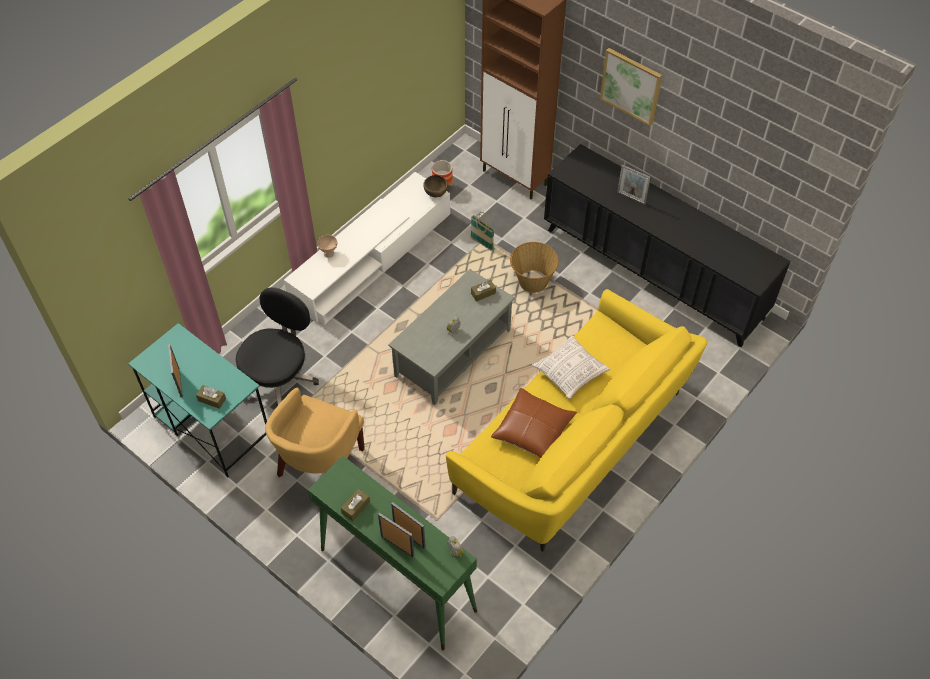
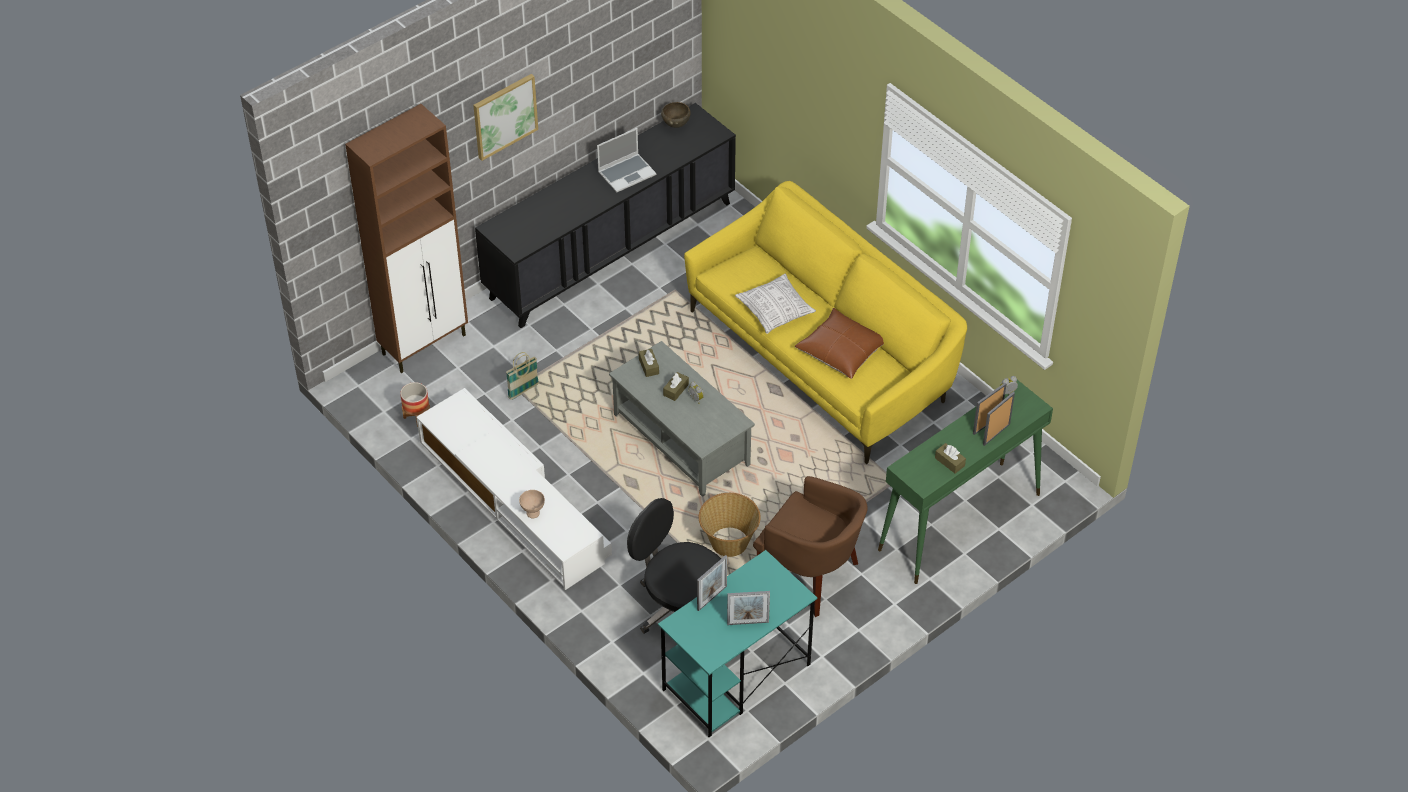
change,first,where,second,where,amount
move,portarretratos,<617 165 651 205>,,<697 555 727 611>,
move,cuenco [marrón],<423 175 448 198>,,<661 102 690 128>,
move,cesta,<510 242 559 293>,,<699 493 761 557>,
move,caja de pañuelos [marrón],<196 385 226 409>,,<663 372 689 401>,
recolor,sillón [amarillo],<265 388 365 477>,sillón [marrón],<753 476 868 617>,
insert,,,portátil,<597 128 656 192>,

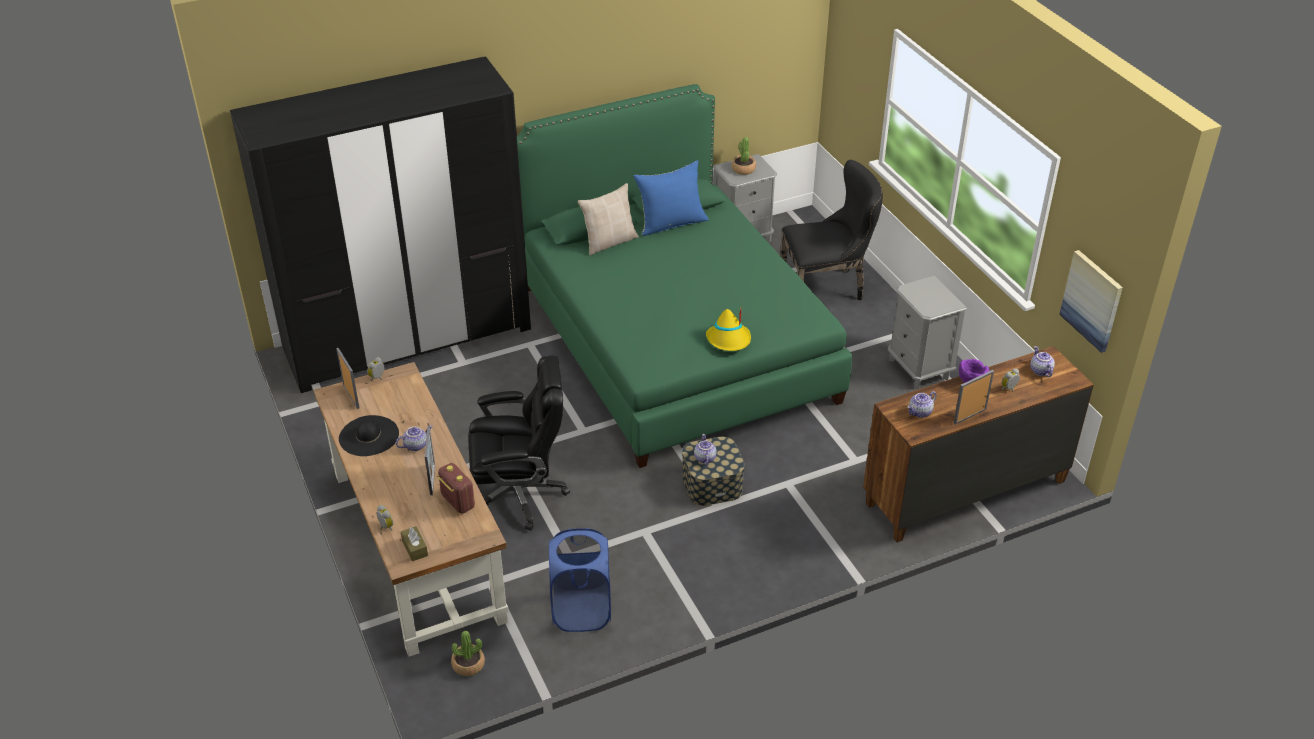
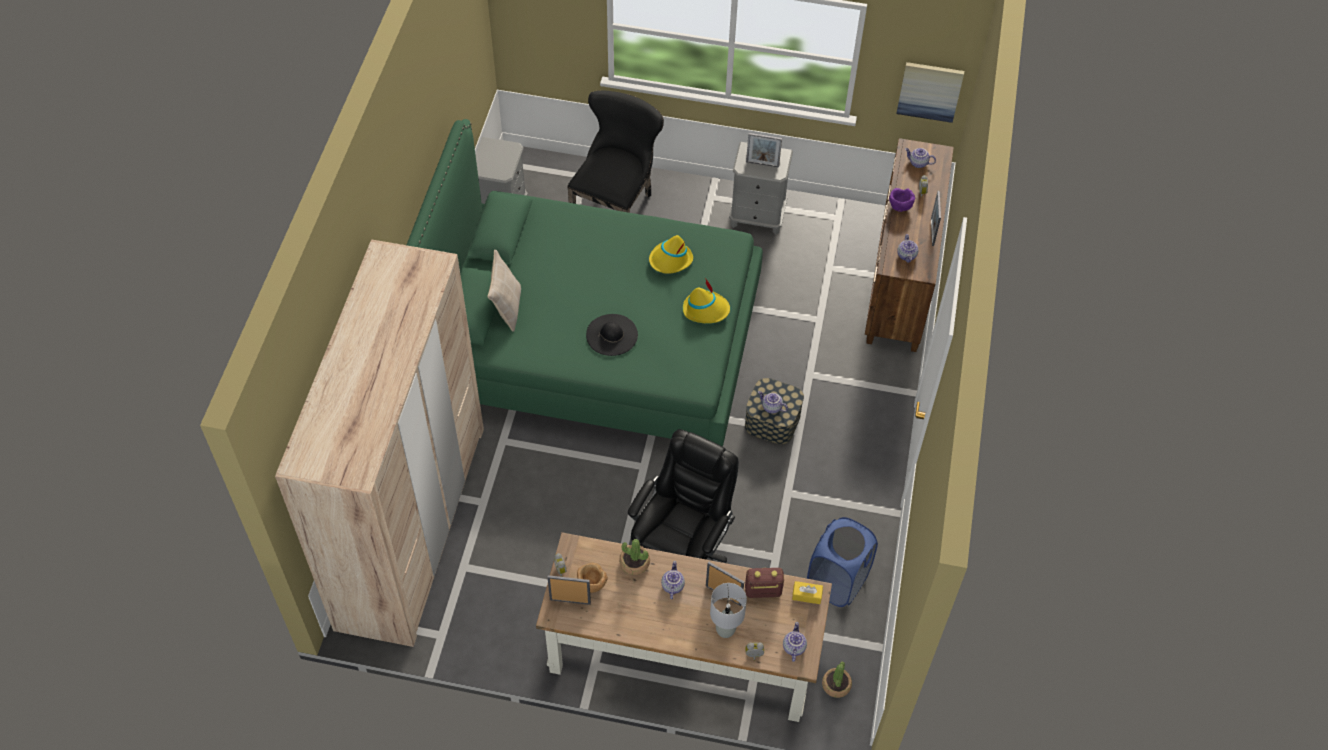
change,first,where,second,where,amount
recolor,armario ropero [negro],<230 56 531 393>,armario ropero [beis],<275 239 484 647>,
move,planta en maceta,<731 137 756 175>,,<619 539 650 575>,
delete,cojín [azul],<633 160 709 236>,,,
move,sombrero [negro],<339 415 399 456>,,<586 314 638 356>,
replace,caja de pañuelos [marrón],<401 526 428 561>,tetera,<783 622 807 662>,
insert,,,portarretratos,<746 133 782 168>,
insert,,,sombrero [amarillo],<649 235 693 274>,
insert,,,cuenco [marrón],<577 563 608 593>,
insert,,,caja de pañuelos [amarillo],<792 581 823 604>,
insert,,,lámpara de mesa [gris],<710 583 747 638>,

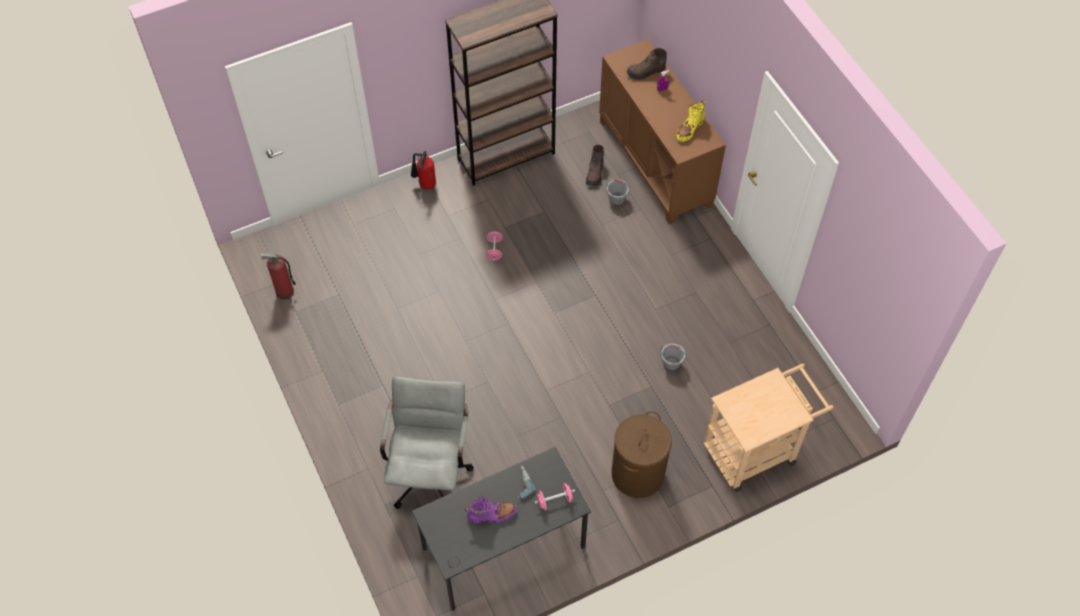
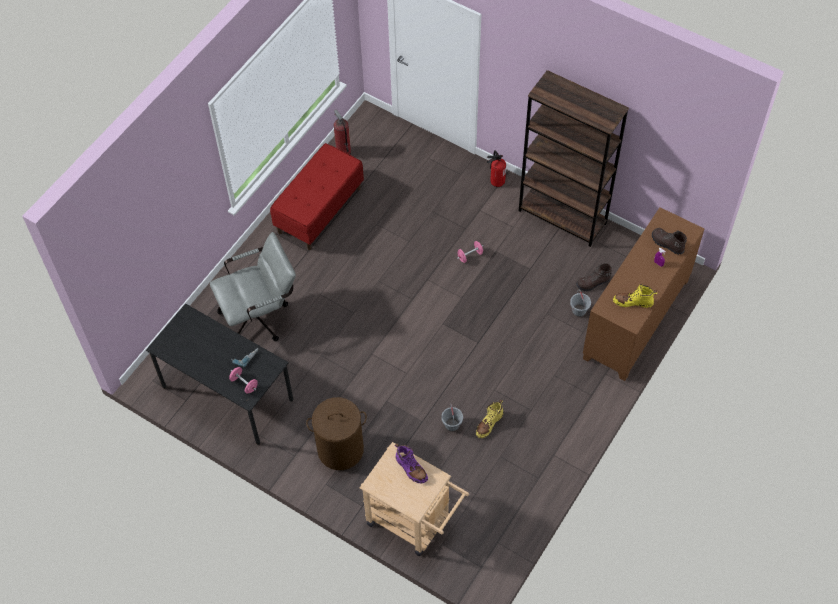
change,first,where,second,where,amount
move,bota [morado],<464 496 517 524>,,<395 443 428 483>,
insert,,,banco [rojo],<270 143 364 250>,
insert,,,bota [amarillo],<476 400 503 438>,

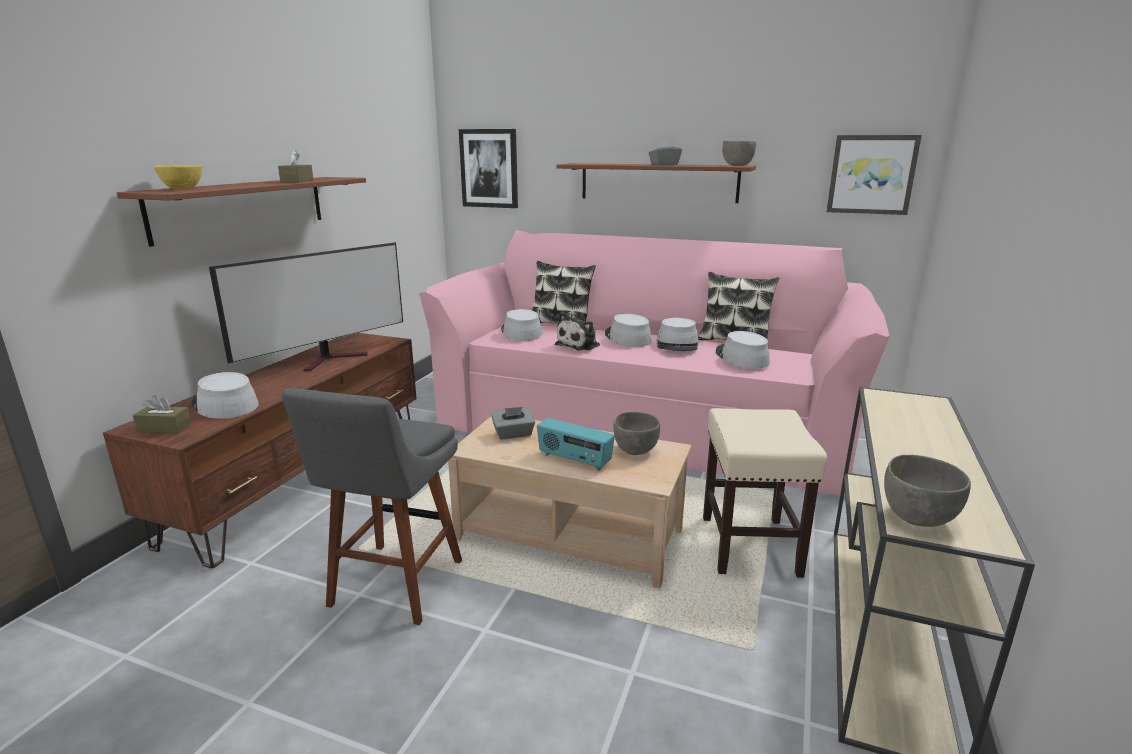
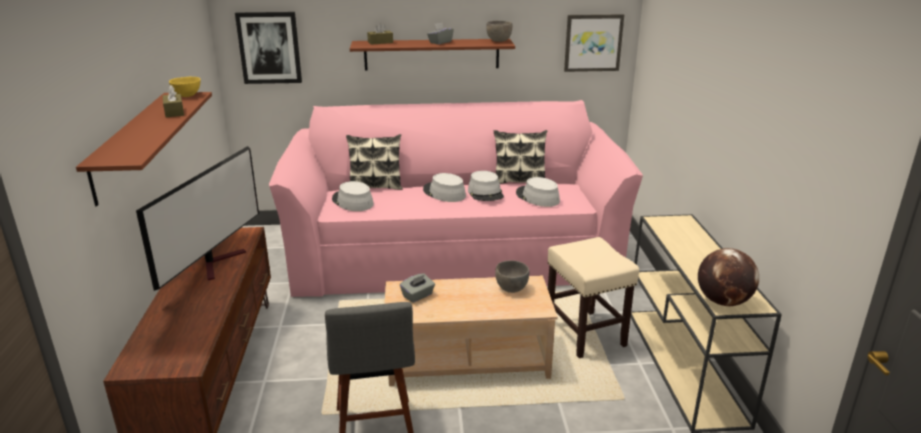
change,first,where,second,where,amount
move,cuenco [amarillo],<154 165 202 190>,,<169 77 201 97>,
delete,peluche,<555 312 600 351>,,,
delete,sombrero [gris],<192 372 259 419>,,,
move,caja de pañuelos [marrón],<133 395 192 433>,,<367 23 393 45>,
delete,radio,<537 418 615 471>,,,
replace,cuenco [gris],<884 455 971 527>,globo terráqueo,<698 248 759 306>,

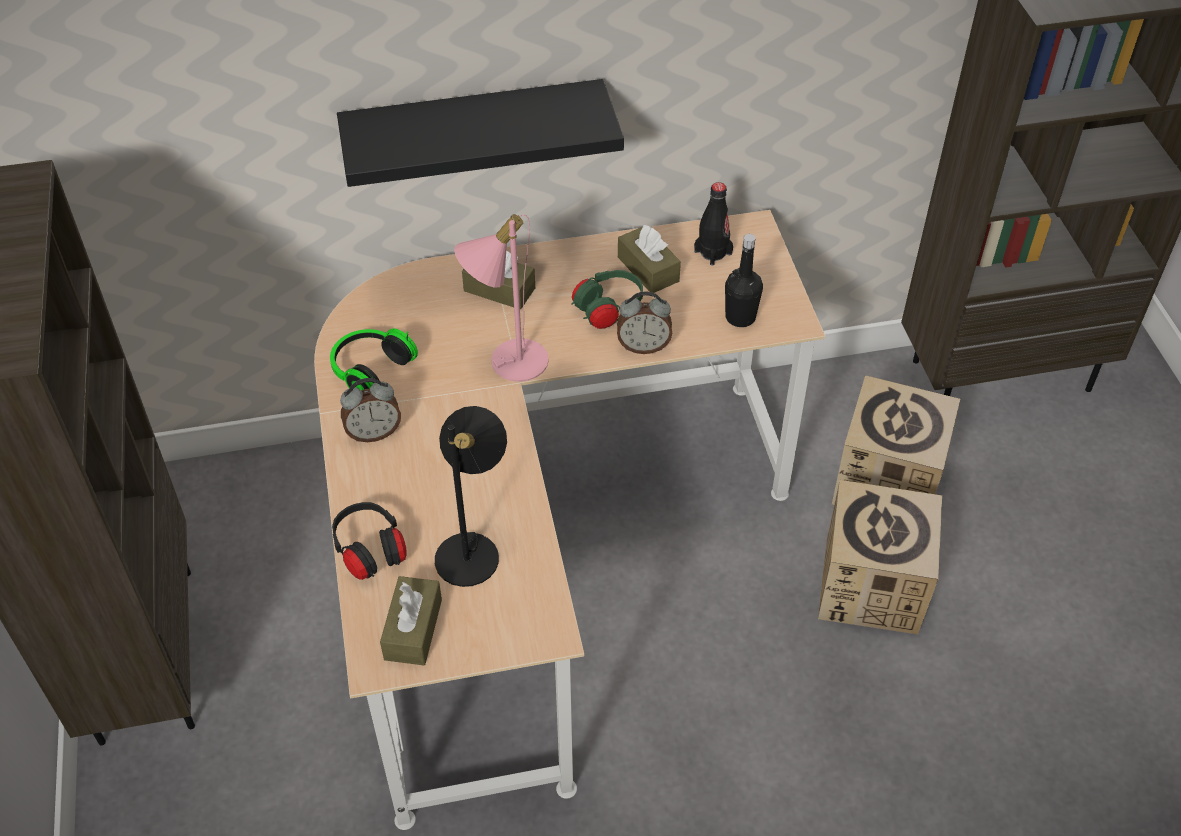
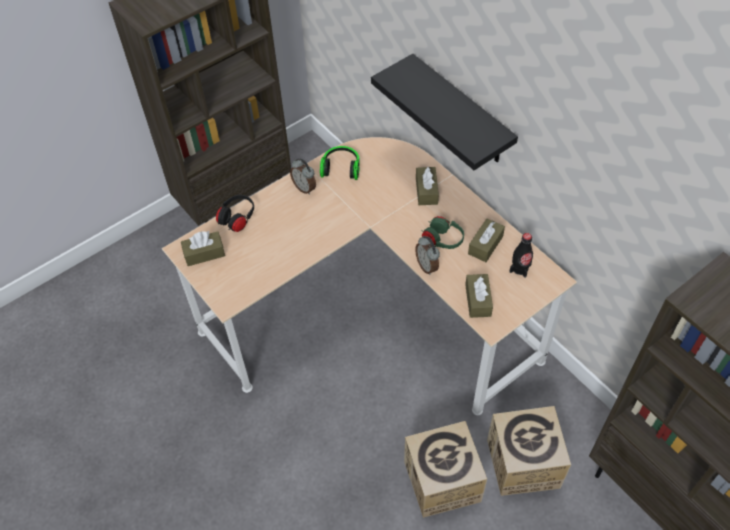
change,first,where,second,where,amount
delete,lámpara de mesa [rosa],<454 214 549 382>,,,
replace,botella [negro],<725 234 763 327>,caja de pañuelos [marrón],<465 274 493 318>,
delete,lámpara de mesa [negro],<435 406 507 587>,,,

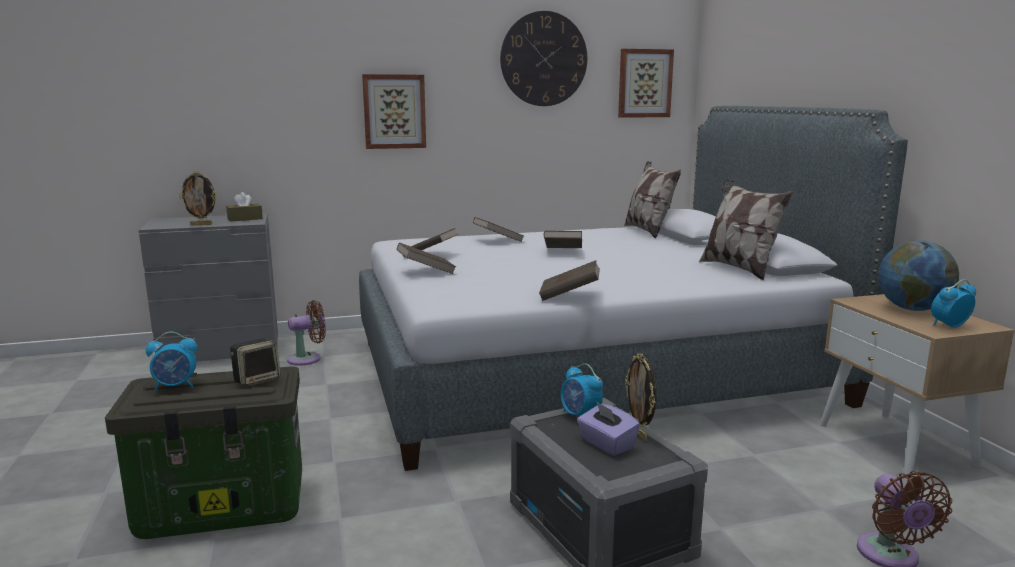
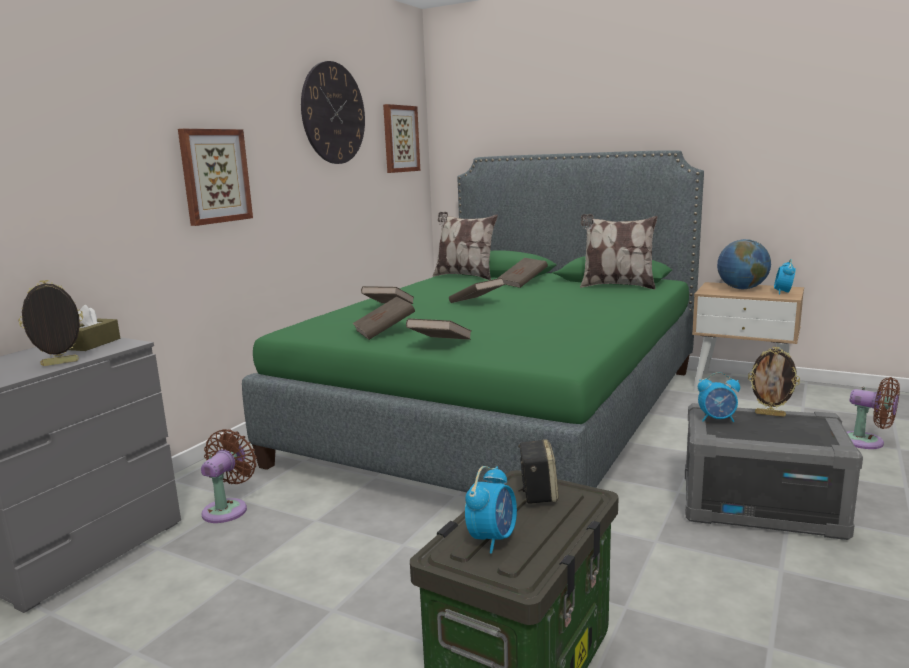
change,first,where,second,where,amount
recolor,cama [gris],<359 106 908 471>,cama [verde],<242 150 704 492>,
rotate,portarretratos,<179 171 217 225>,,<18 280 83 366>,150 degrees counterclockwise
move,libro [marrón],<539 260 600 301>,,<498 258 548 288>,
delete,caja de pañuelos [morado],<577 401 640 456>,,,

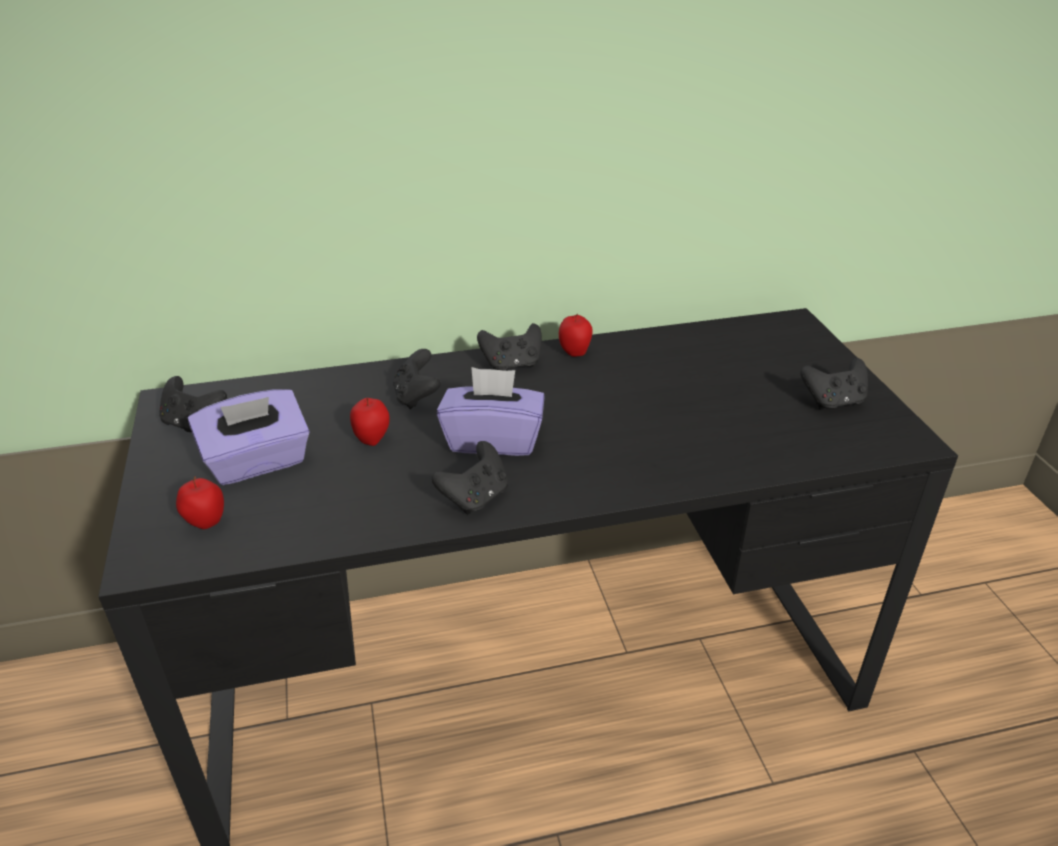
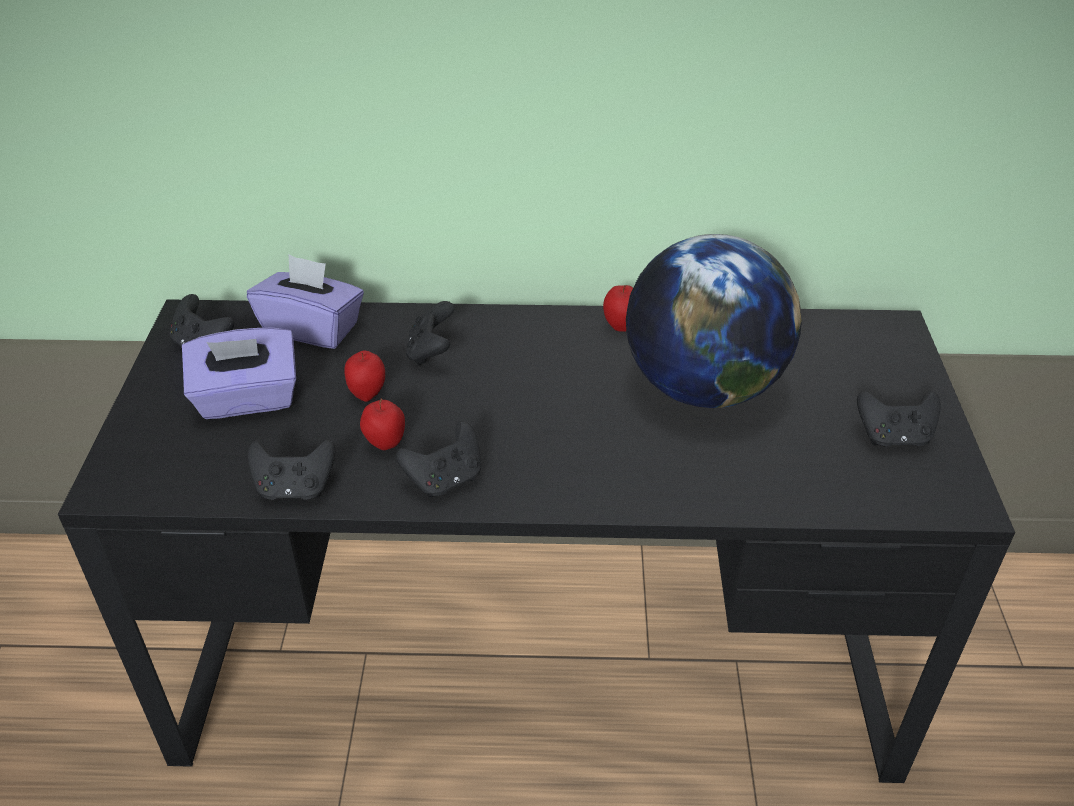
change,first,where,second,where,amount
move,mando de consola [negro],<477 323 542 370>,,<248 440 335 500>,
move,caja de pañuelos [morado],<437 367 545 456>,,<247 255 364 349>,
move,manzana,<176 476 224 529>,,<360 398 405 450>,
insert,,,globo terráqueo,<626 234 802 408>,

